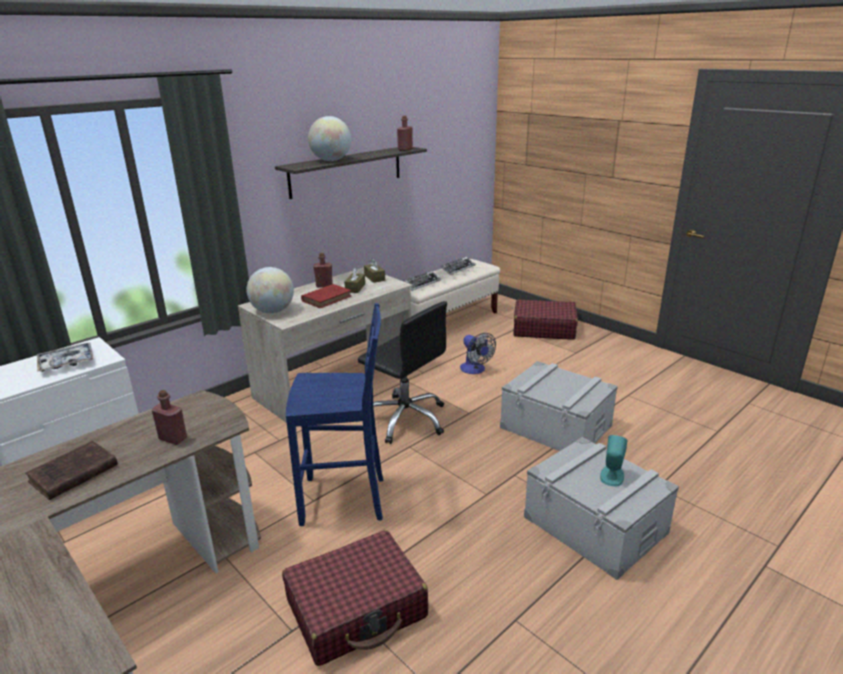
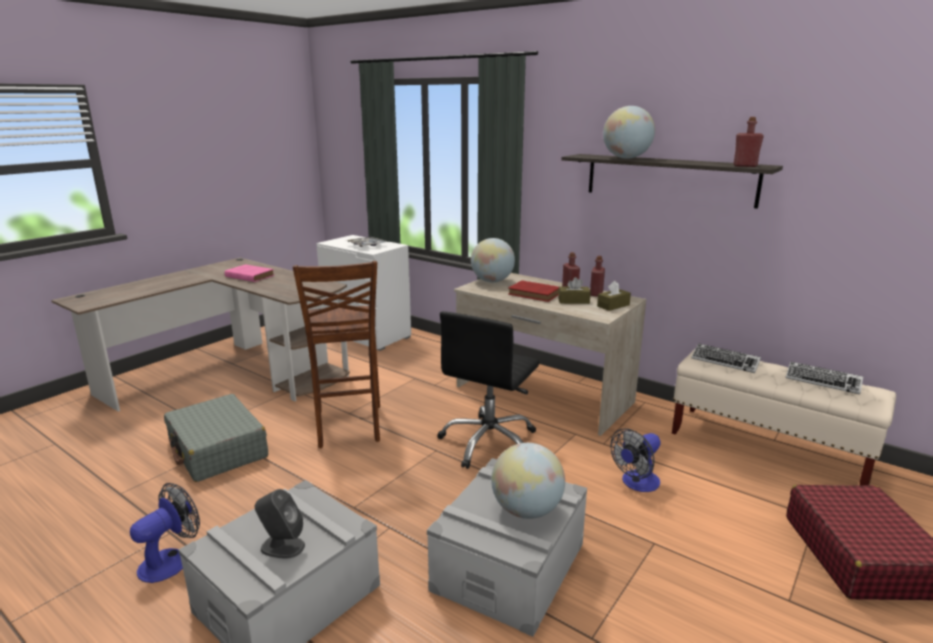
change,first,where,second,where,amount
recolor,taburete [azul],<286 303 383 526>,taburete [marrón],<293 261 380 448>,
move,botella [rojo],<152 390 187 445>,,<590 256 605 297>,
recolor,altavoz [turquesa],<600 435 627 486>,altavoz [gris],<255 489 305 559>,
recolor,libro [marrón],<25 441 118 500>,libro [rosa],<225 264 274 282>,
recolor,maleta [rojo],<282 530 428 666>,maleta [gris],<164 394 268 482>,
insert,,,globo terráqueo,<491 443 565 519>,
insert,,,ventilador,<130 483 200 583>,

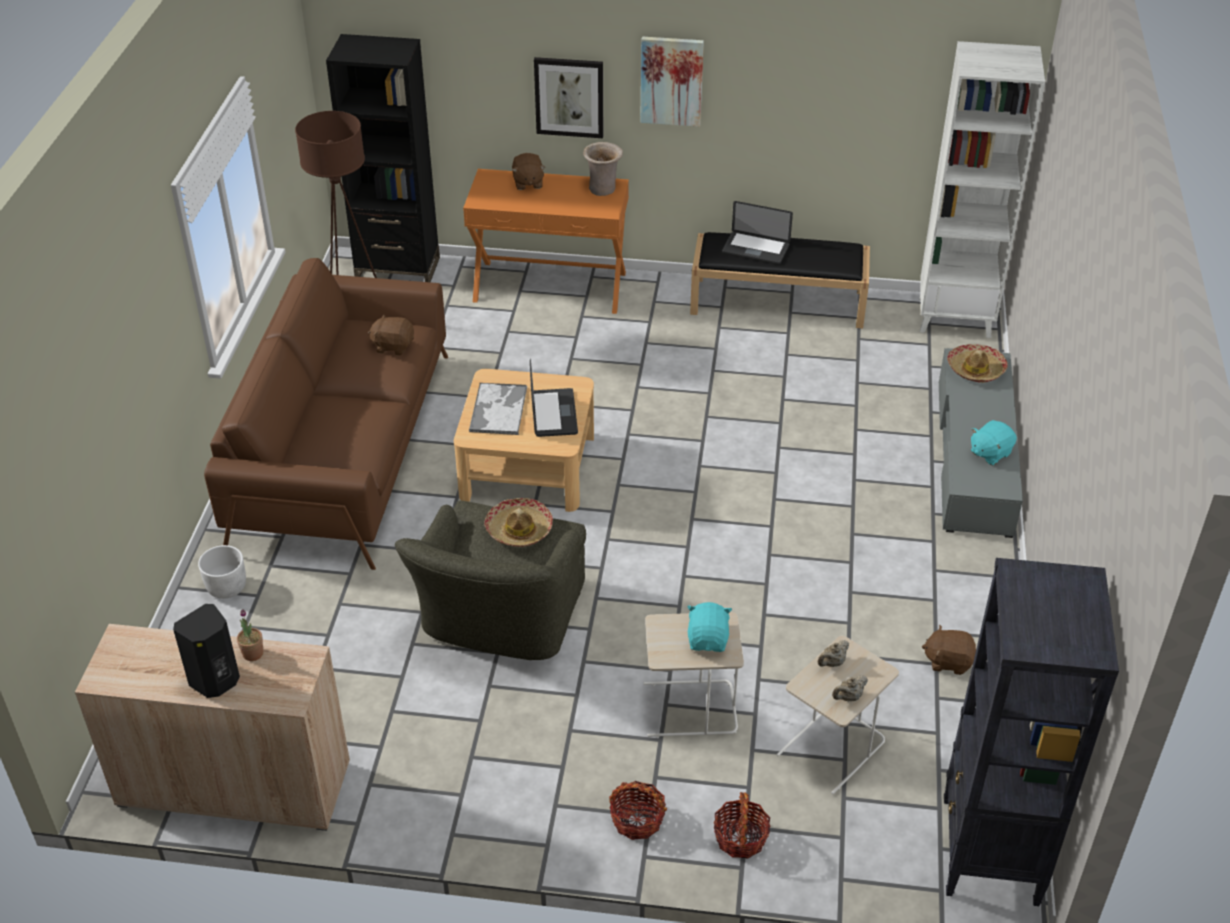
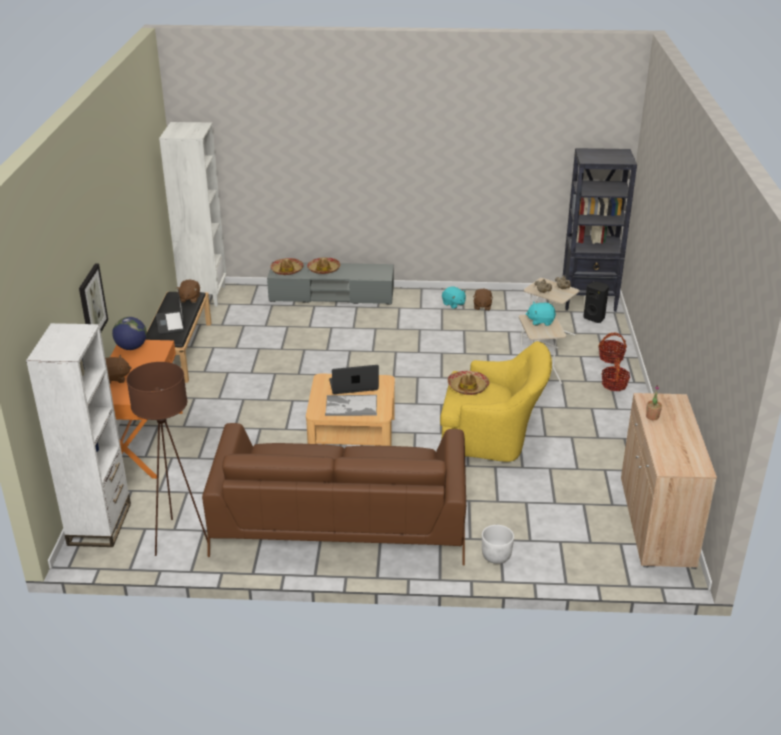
change,first,where,second,where,amount
recolor,estantería [negro],<326 34 440 282>,estantería [blanco],<26 323 131 547>,
delete,cuadro,<640 36 704 127>,,,
replace,florero [beis],<583 142 623 196>,globo terráqueo,<112 317 147 350>,
rotate,portátil,<722 201 793 265>,,<156 290 185 335>,150 degrees clockwise
move,peluche [marrón],<368 314 414 355>,,<176 279 200 303>,
move,peluche [turquesa],<971 420 1017 465>,,<442 287 466 309>,
recolor,sillón [verde],<395 500 586 660>,sillón [amarillo],<440 341 552 462>,
move,altavoz [negro],<173 604 240 698>,,<583 282 609 323>,
insert,,,sombrero,<307 257 340 274>,

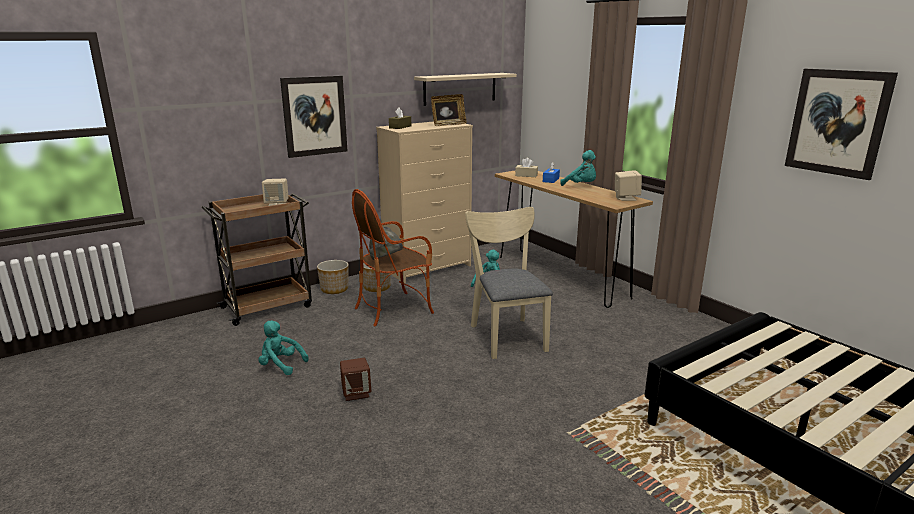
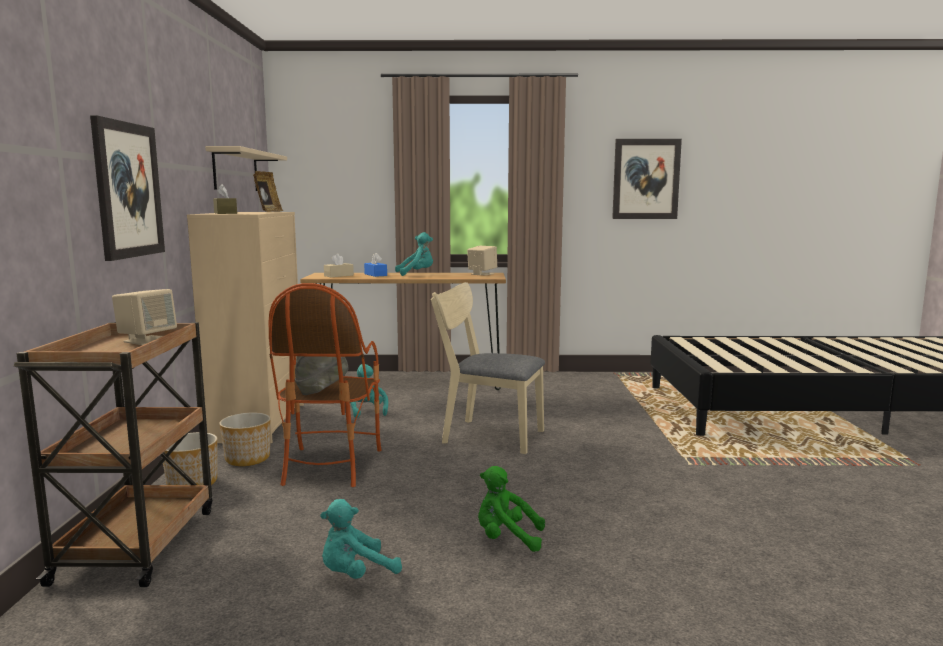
change,first,where,second,where,amount
replace,altavoz [marrón],<340 358 371 401>,peluche [verde],<478 466 545 552>,

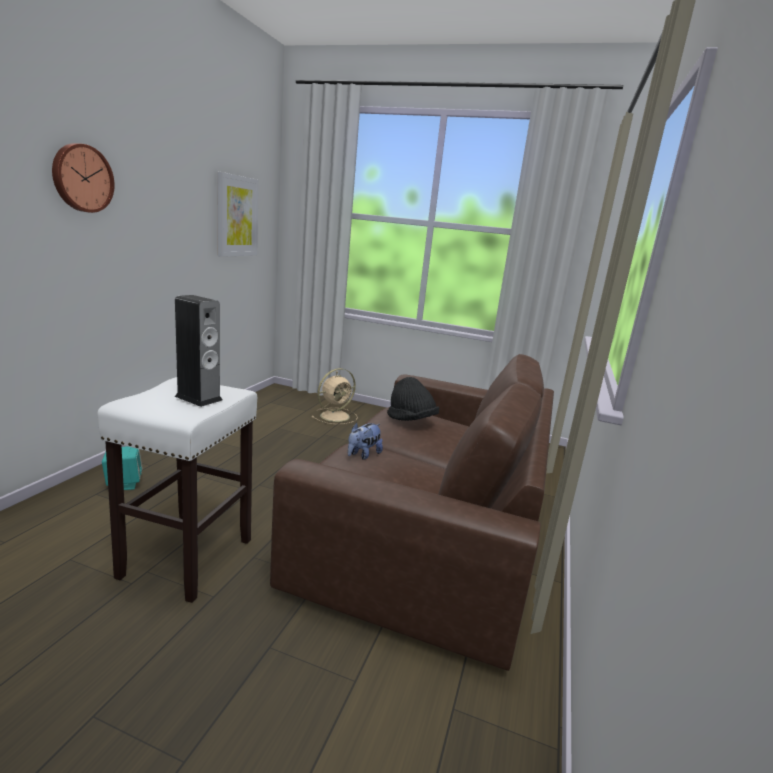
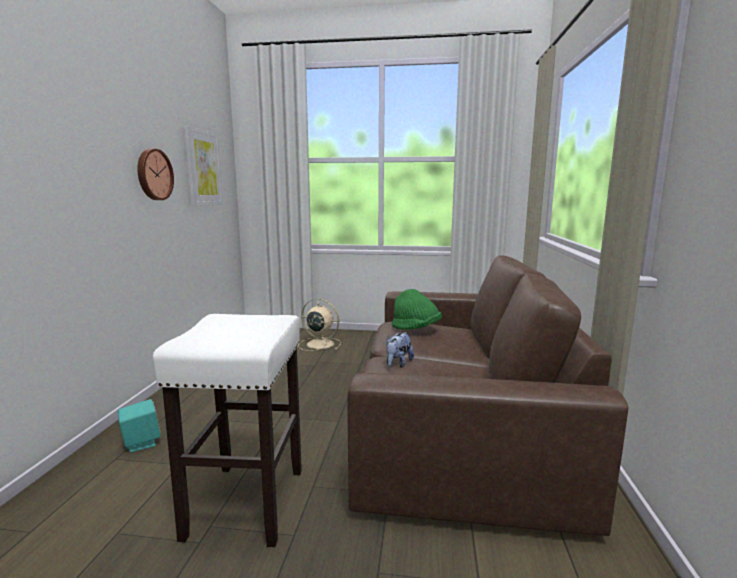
change,first,where,second,where,amount
move,reloj de pared,<52 143 115 213>,,<137 149 174 200>,
delete,altavoz,<175 295 222 407>,,,
rotate,ventilador [beis],<311 368 358 424>,,<298 298 341 351>,105 degrees counterclockwise
recolor,sombrero [negro],<387 377 439 421>,sombrero [verde],<392 289 442 330>,

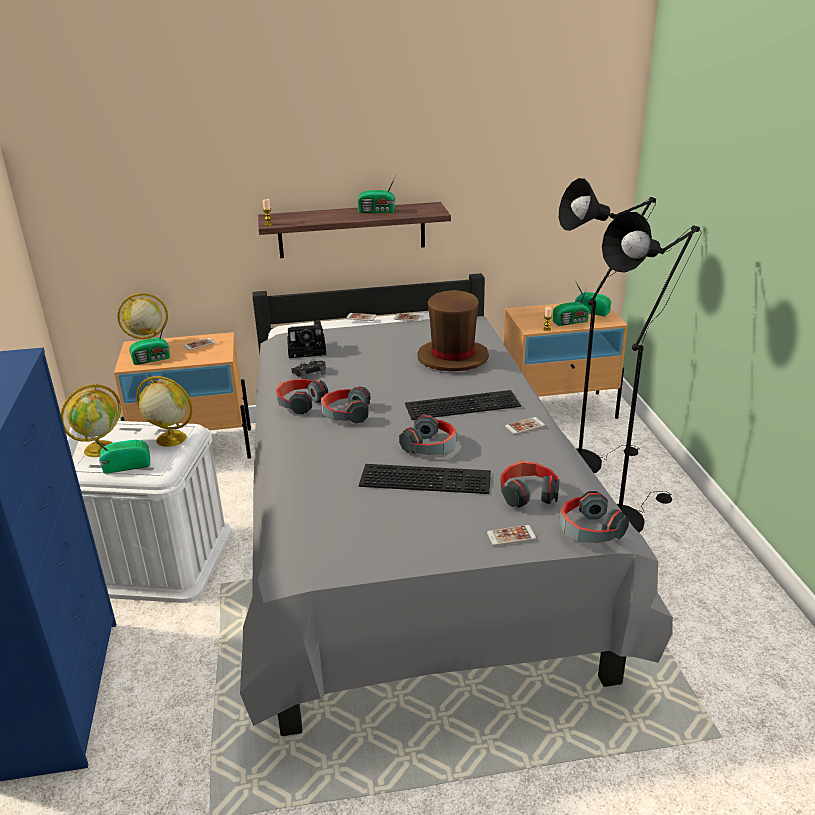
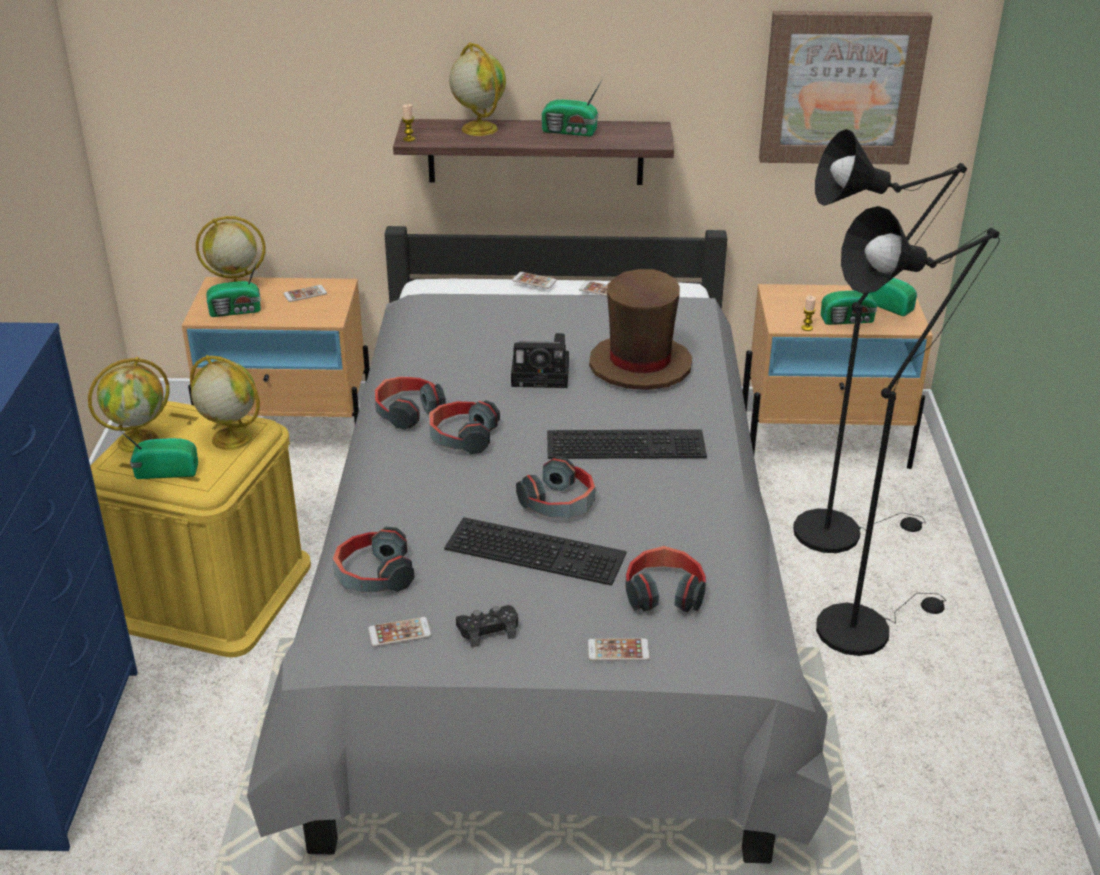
change,first,where,second,where,amount
move,cámara,<287 320 326 358>,,<511 333 569 388>,
move,mando de consola [negro],<292 360 326 379>,,<456 605 518 647>,
move,móvil,<505 417 545 434>,,<368 617 431 647>,
recolor,caja de almacenaje [blanco],<73 421 231 603>,caja de almacenaje [amarillo],<90 401 311 657>,
move,auriculares,<559 491 629 543>,,<333 527 414 593>,
insert,,,cuadro,<759 11 933 164>,
insert,,,globo terráqueo,<449 42 506 136>,

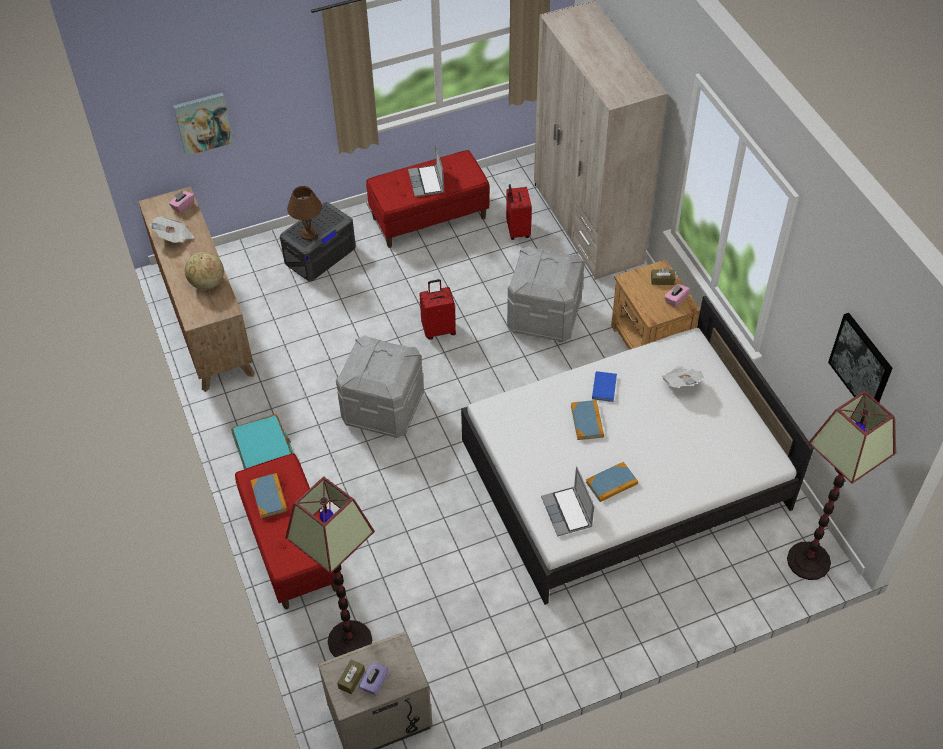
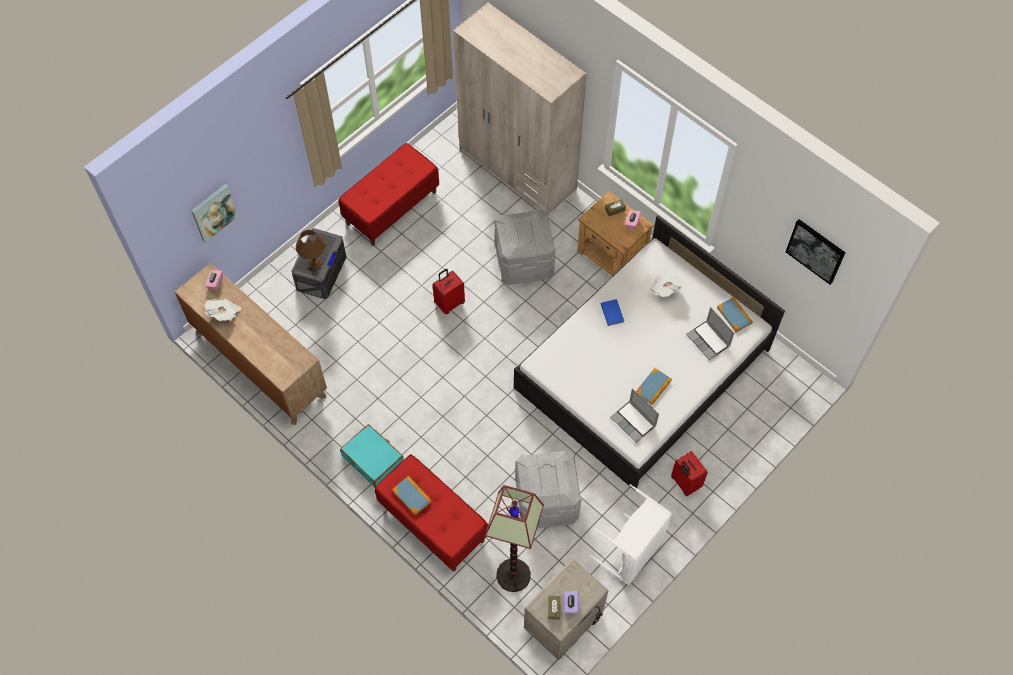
change,first,where,second,where,amount
move,portátil,<408 143 444 197>,,<686 307 734 360>,
move,maleta [rojo],<506 184 532 240>,,<671 451 708 496>,
delete,globo terráqueo,<185 252 224 290>,,,
move,caja de almacenaje [gris],<336 335 424 438>,,<515 450 582 528>,
delete,lámpara de pie,<787 391 896 580>,,,
move,libro,<571 400 604 440>,,<717 297 753 332>,
insert,,,cesto de la ropa [blanco],<590 484 672 585>,

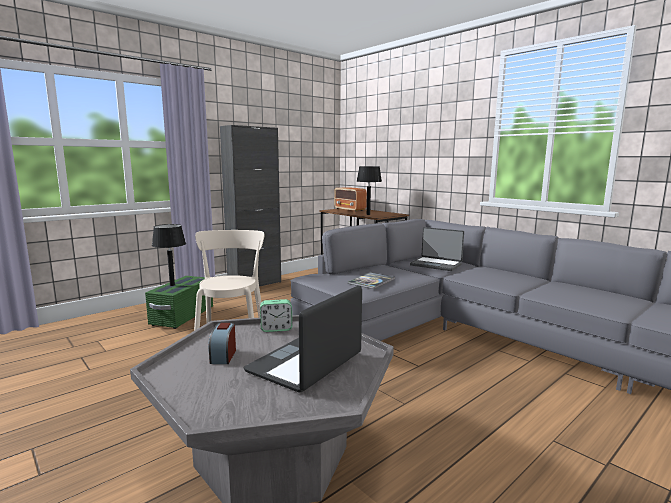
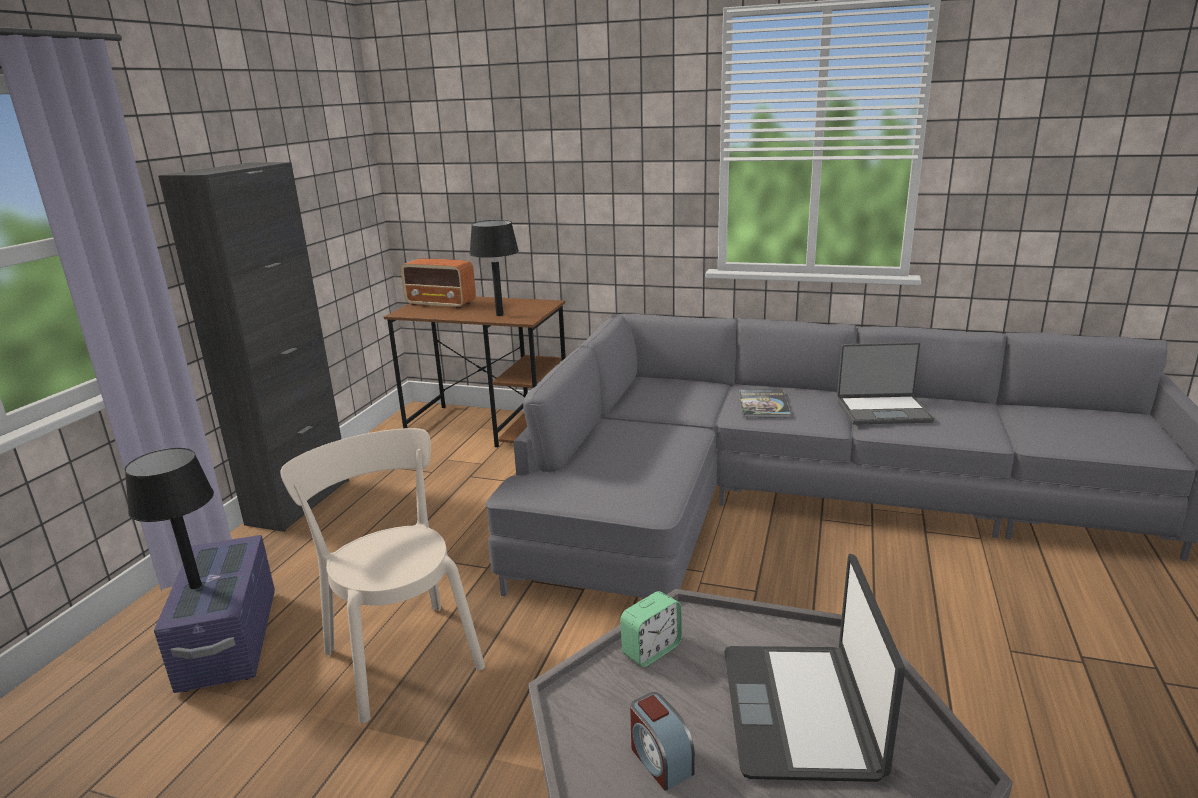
change,first,where,second,where,amount
move,portátil,<410 227 464 271>,,<837 342 934 425>,
move,libro,<348 272 395 289>,,<738 389 791 417>,
recolor,caja de almacenaje [verde],<145 276 213 329>,caja de almacenaje [morado],<154 535 275 693>,

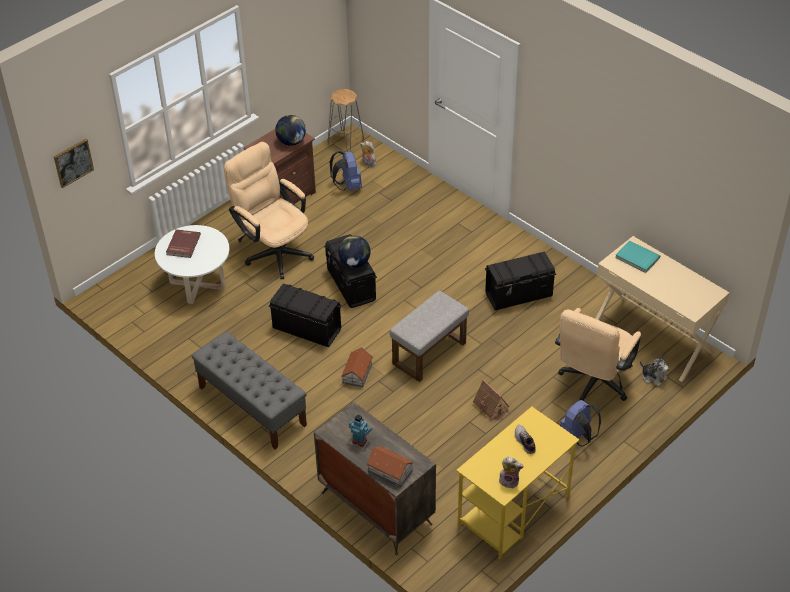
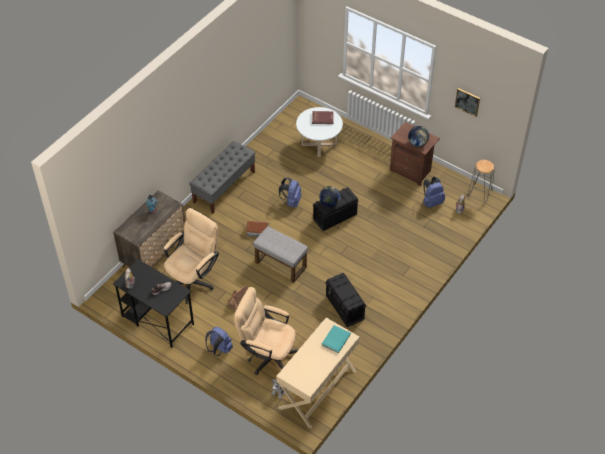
change,first,where,second,where,amount
move,cuadro,<54 139 94 188>,,<455 88 480 117>,
move,silla de oficina [beis],<224 142 314 279>,,<164 208 219 304>,
replace,caja de almacenaje [negro],<269 284 342 347>,mochila [azul],<279 177 302 208>,
recolor,escritorio [amarillo],<456 406 579 559>,escritorio [negro],<113 259 194 348>,
delete,casita,<366 447 414 487>,,,

